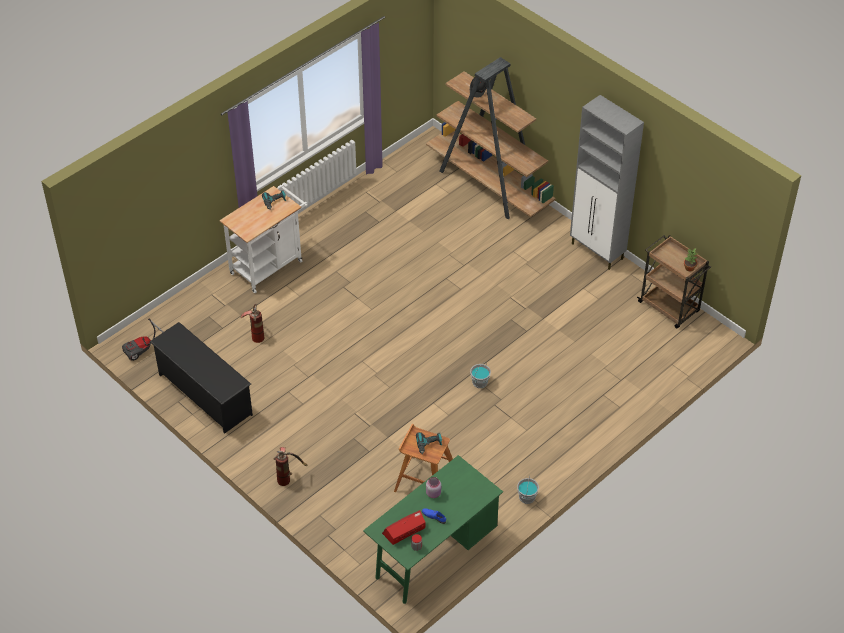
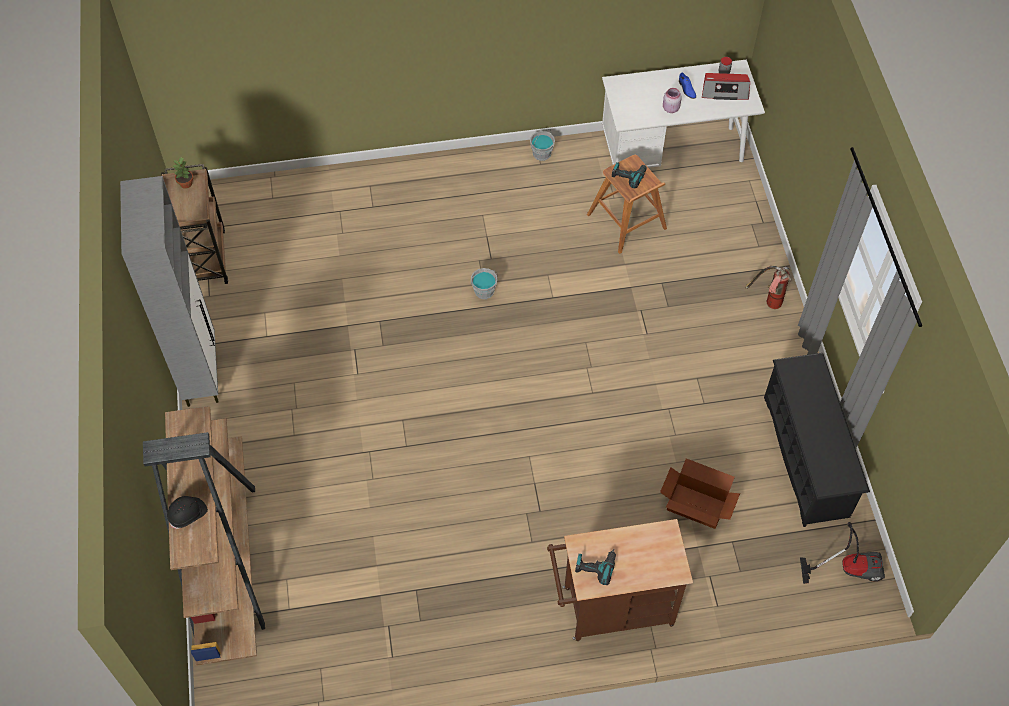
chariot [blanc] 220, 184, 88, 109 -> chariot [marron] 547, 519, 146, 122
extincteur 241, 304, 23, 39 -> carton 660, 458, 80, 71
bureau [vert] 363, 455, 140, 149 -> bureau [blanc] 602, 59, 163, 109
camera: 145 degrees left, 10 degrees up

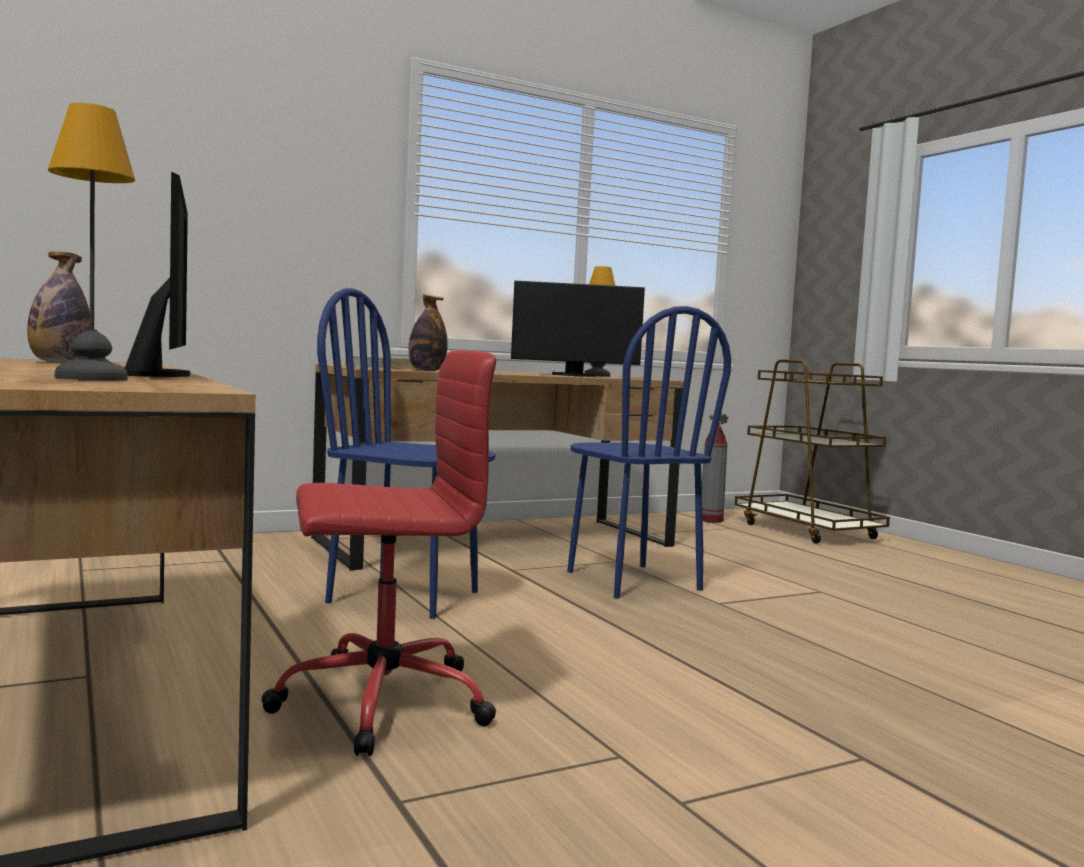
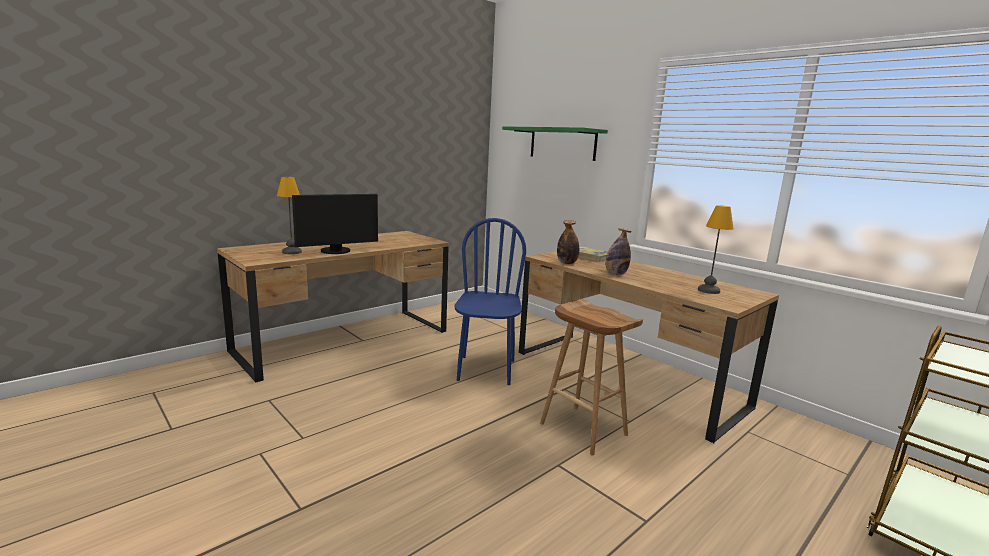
bouteille 27, 252, 63, 111 -> bouteille 606, 228, 25, 47, shifted
écran d'ordinateur 511, 280, 134, 97 -> none
chaise [bleu] 567, 306, 164, 292 -> tabouret [marron] 540, 299, 103, 156
chaise de bureau [rouge] 262, 350, 234, 406 -> none
extincteur 701, 412, 27, 111 -> none
none -> étagère [vert] 502, 126, 106, 35
camera: 75 degrees right, 10 degrees up

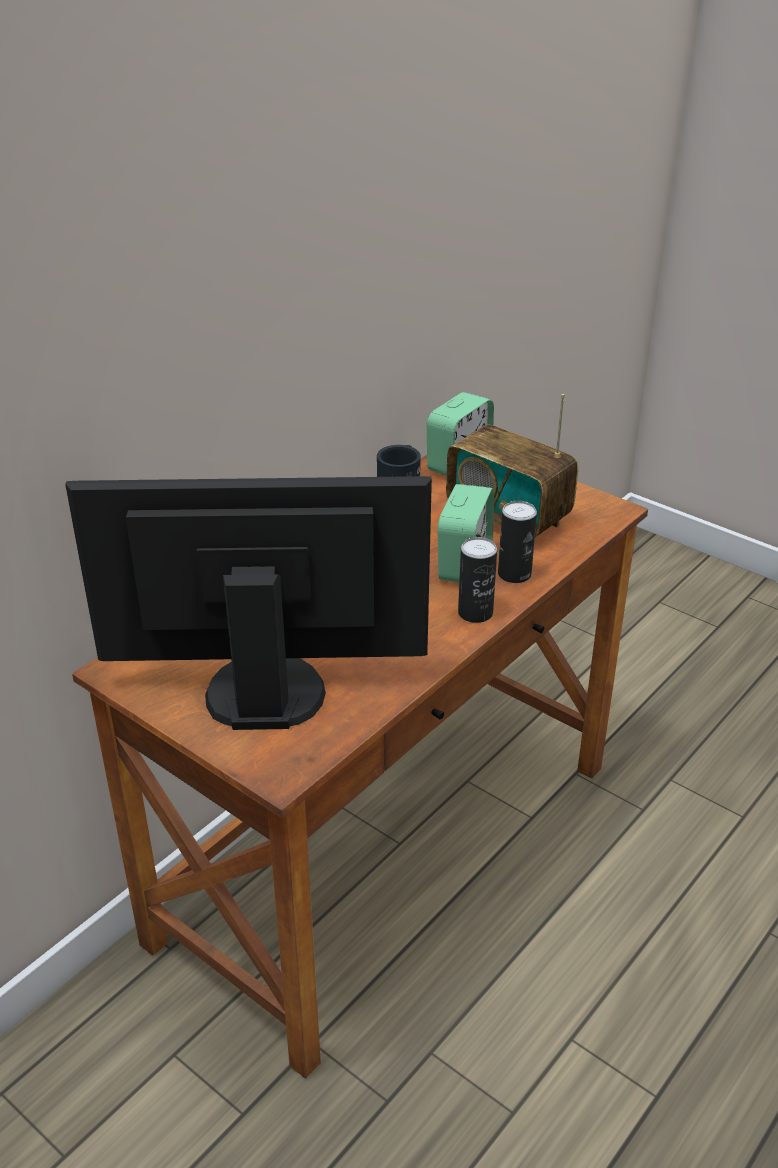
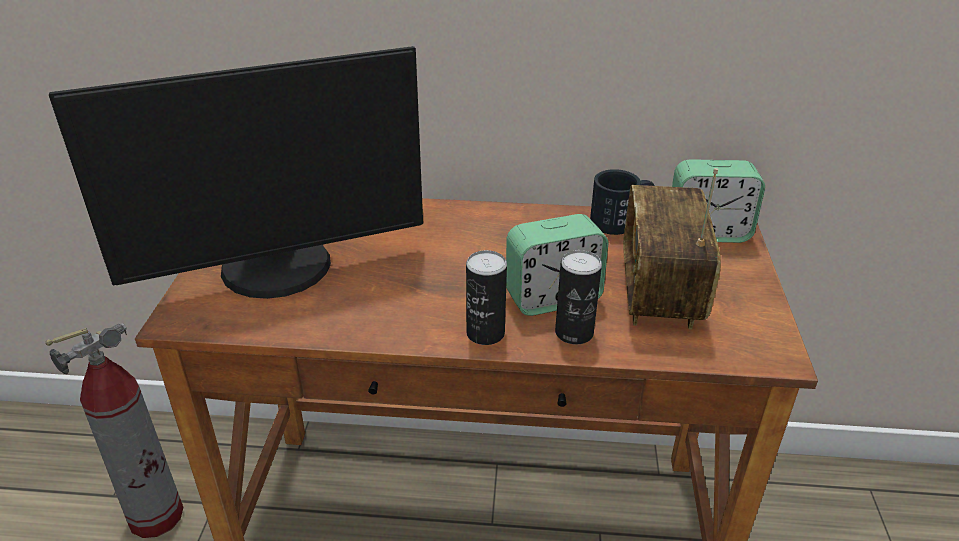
écran d'ordinateur 65, 476, 367, 254 -> écran d'ordinateur 49, 46, 374, 253, 105 degrees clockwise
none -> extincteur 45, 323, 138, 215
camera: 55 degrees right, 0 degrees up

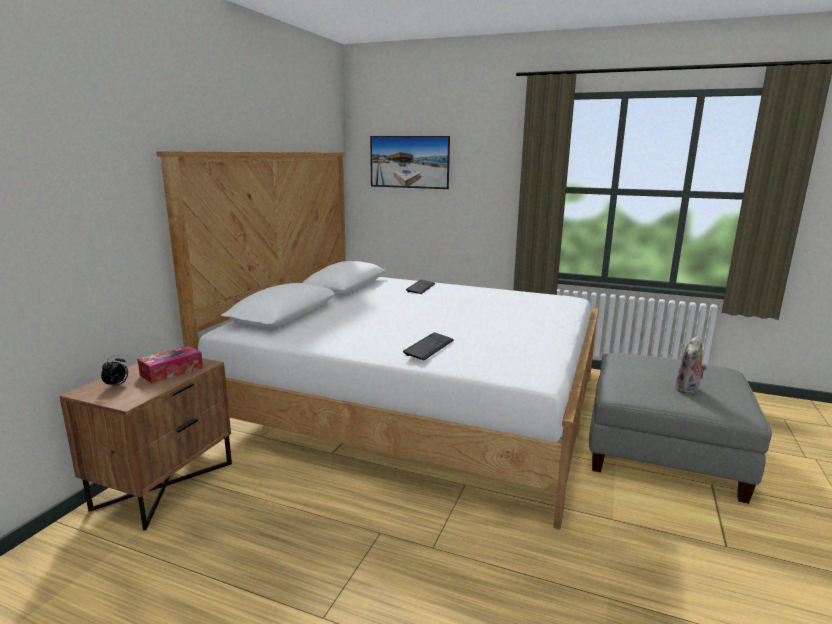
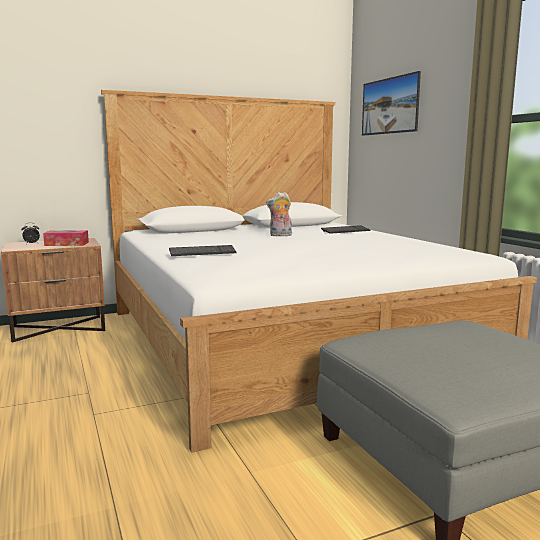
peluche 675, 336, 32, 58 -> peluche 266, 192, 26, 44, shifted
camera: 45 degrees right, 5 degrees down

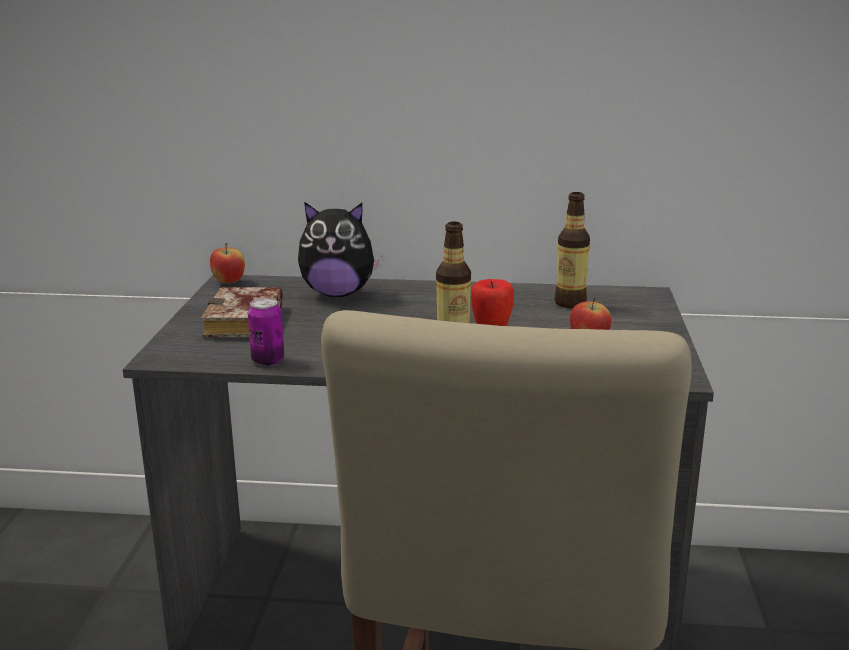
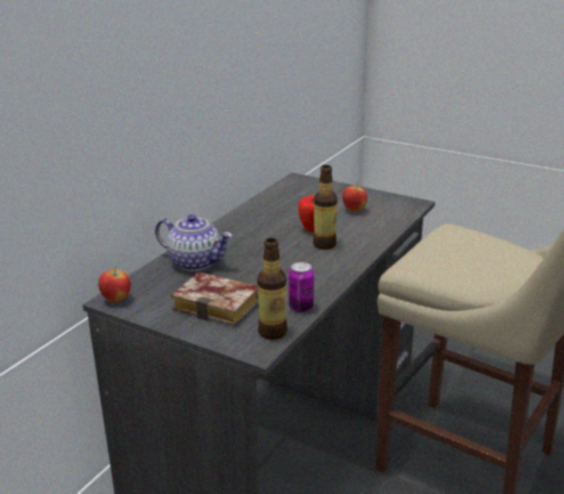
bouteille 555, 192, 35, 116 -> bouteille 257, 238, 30, 102, shifted
peluche 298, 202, 85, 95 -> théière 155, 215, 78, 56
camera: 65 degrees left, 5 degrees up

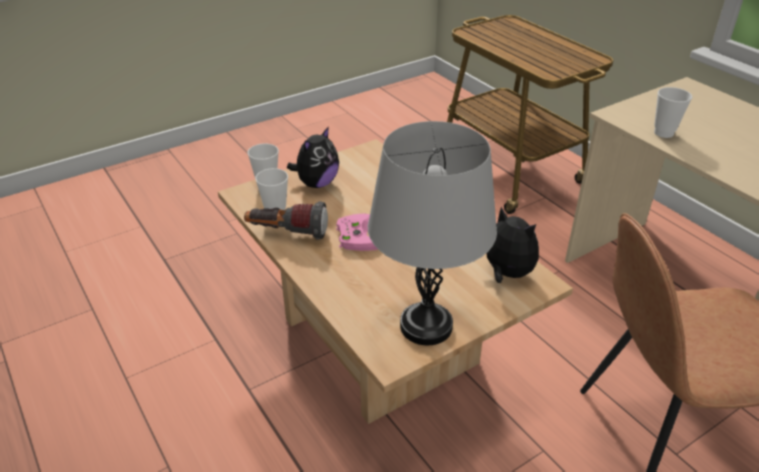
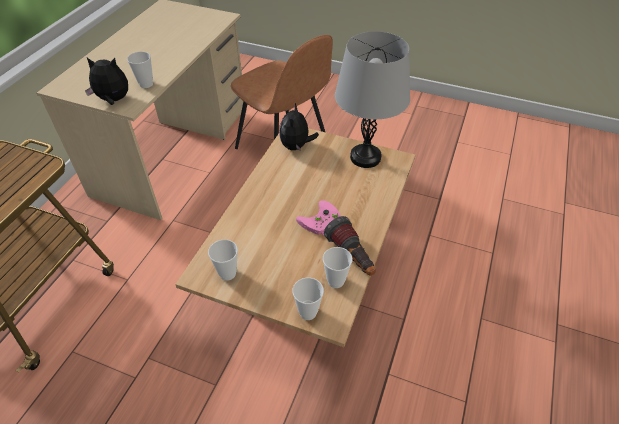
peluche 287, 126, 52, 62 -> peluche 85, 58, 43, 47, shifted
none -> tasse 208, 239, 30, 42
camera: 125 degrees left, 10 degrees up

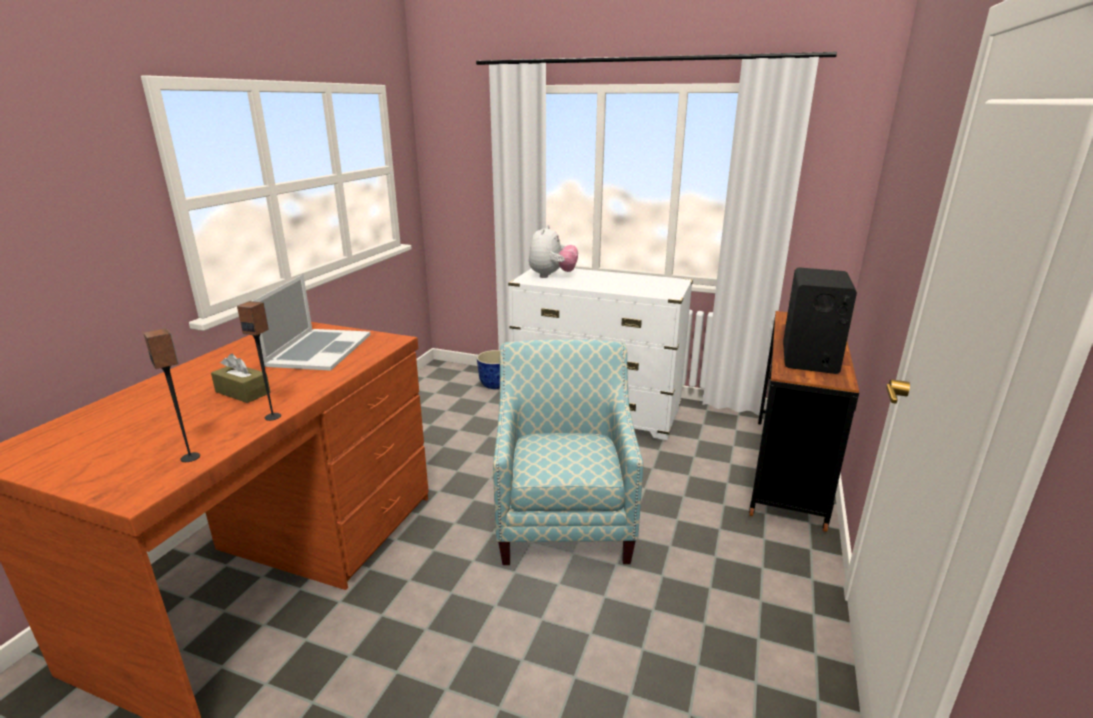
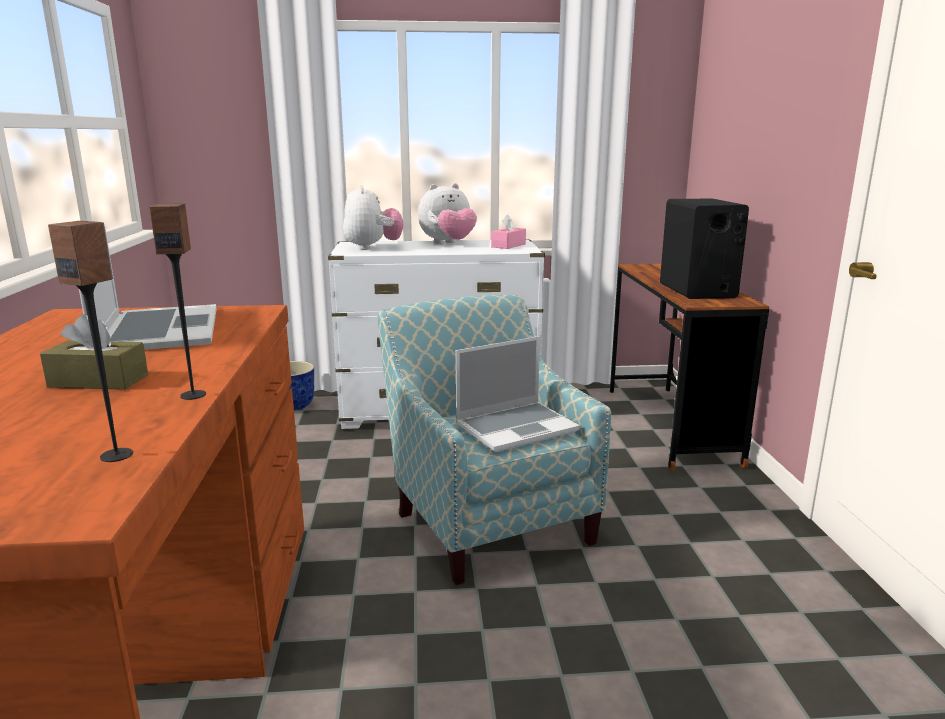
none -> peluche 418, 183, 59, 61
none -> boîte à mouchoirs [rose] 491, 214, 35, 35
none -> ordinateur portable 456, 336, 124, 116
camera: 25 degrees left, 5 degrees down

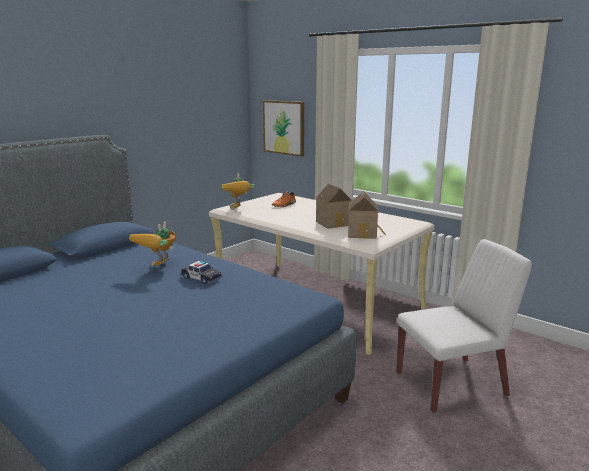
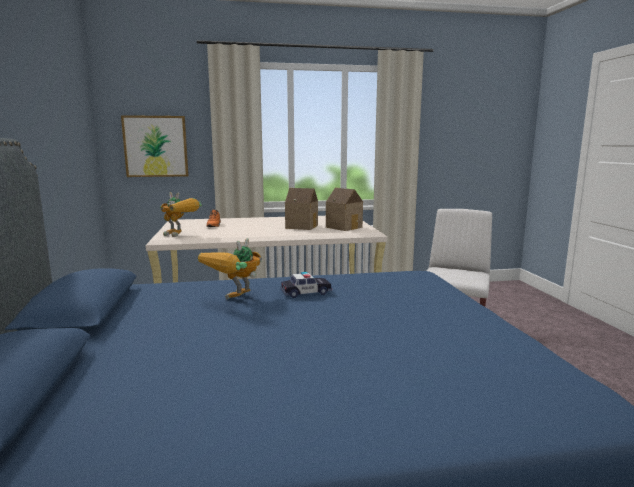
robot jouet 129, 221, 47, 46 -> robot jouet 198, 238, 64, 61, 60 degrees clockwise
camera: 50 degrees left, 5 degrees down

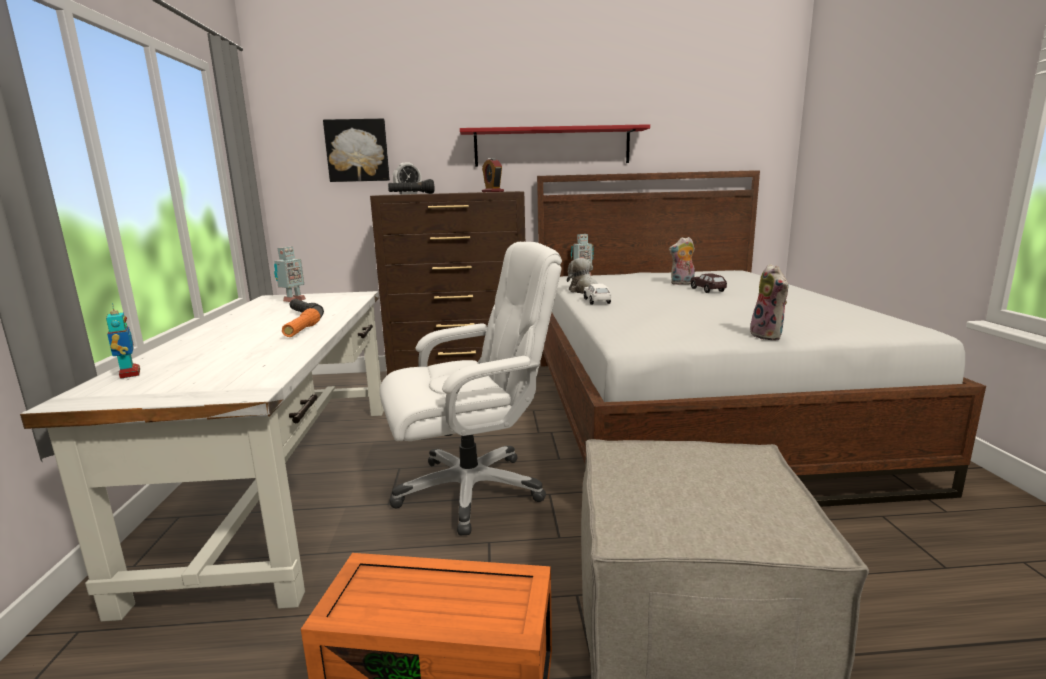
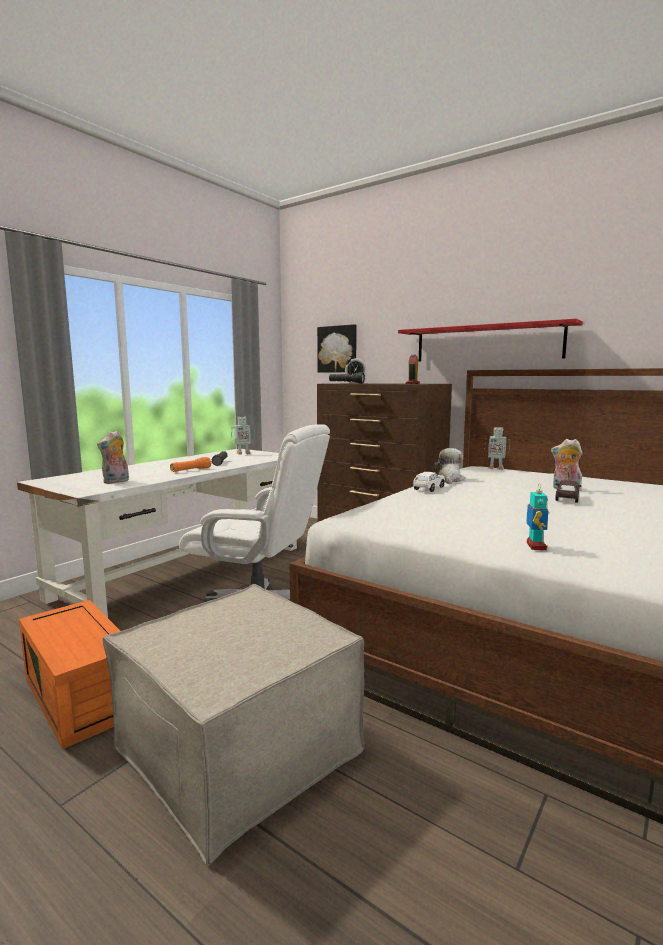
peluche 750, 264, 38, 76 -> peluche 97, 430, 32, 54, shifted
robot jouet 106, 303, 34, 76 -> robot jouet 526, 483, 22, 67, shifted
camera: 40 degrees right, 5 degrees down

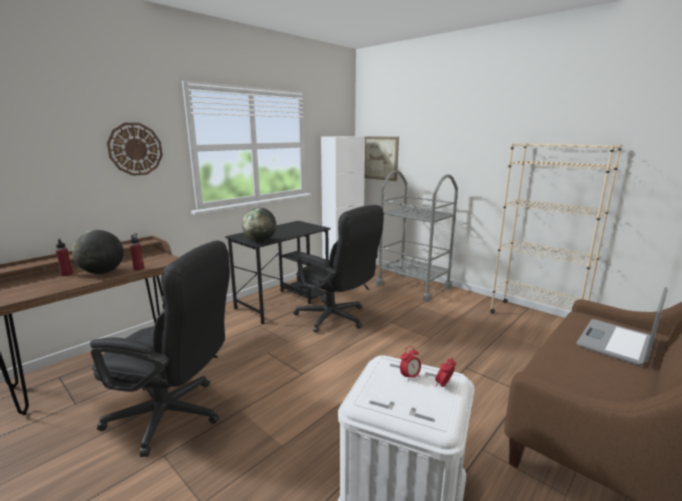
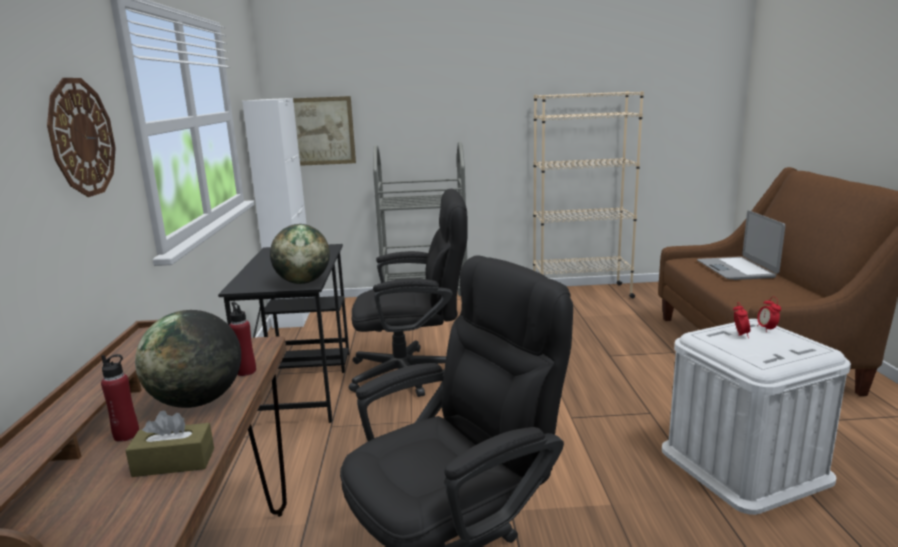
none -> boîte à mouchoirs [marron] 125, 411, 89, 66
camera: 45 degrees left, 0 degrees up

